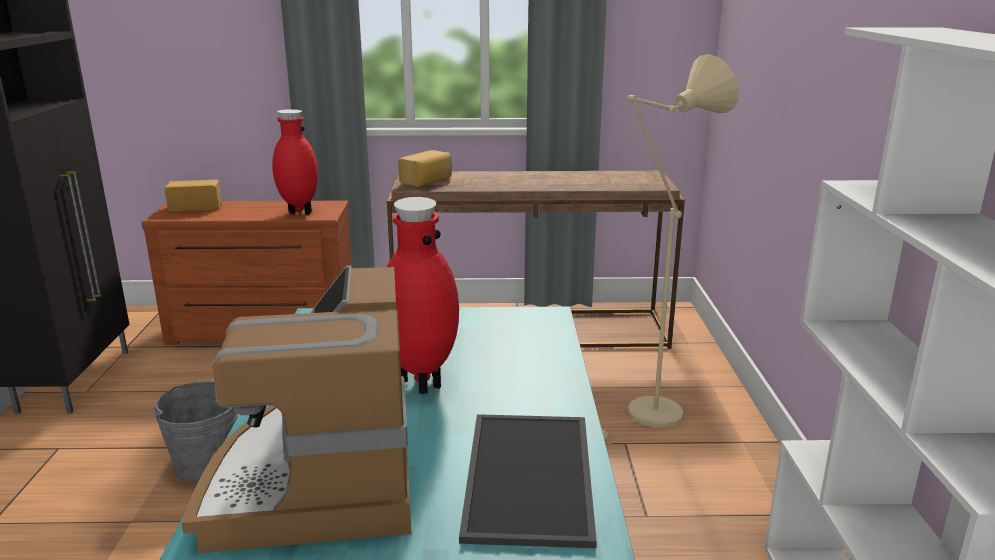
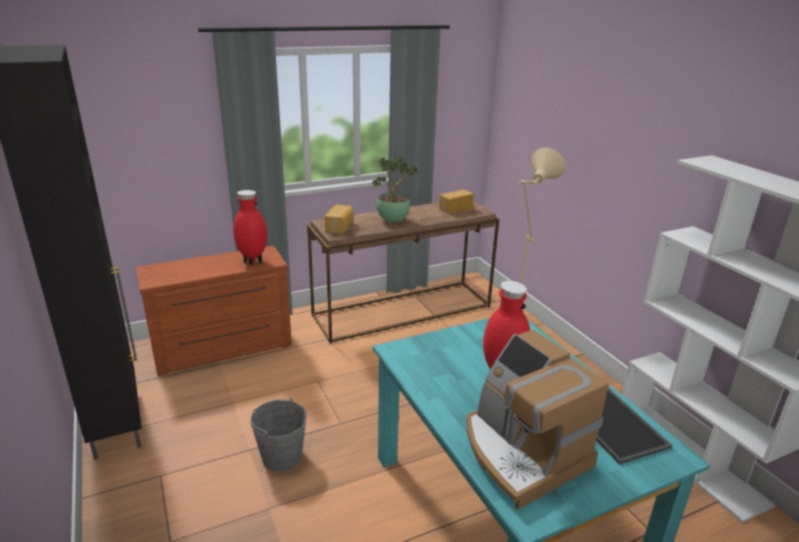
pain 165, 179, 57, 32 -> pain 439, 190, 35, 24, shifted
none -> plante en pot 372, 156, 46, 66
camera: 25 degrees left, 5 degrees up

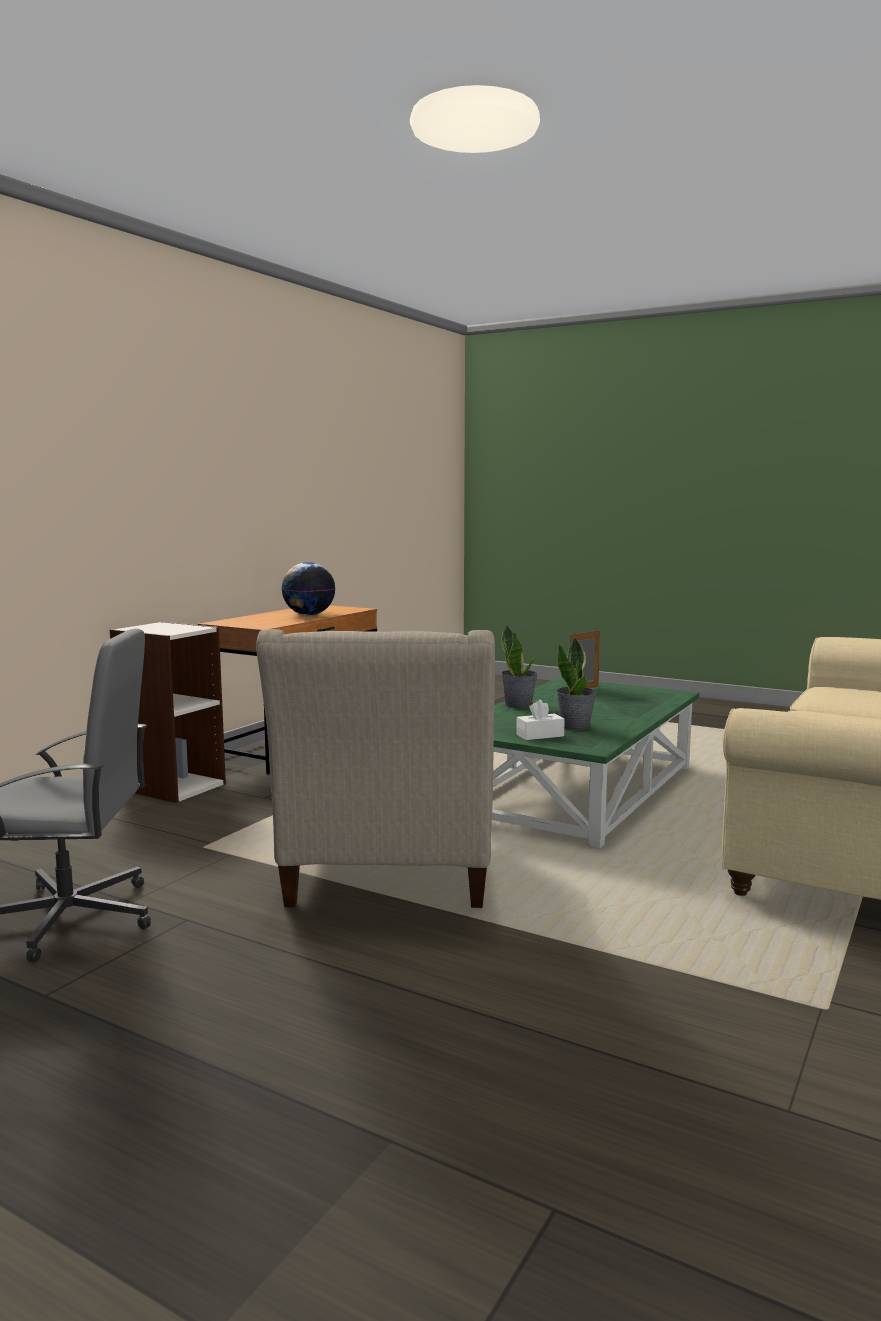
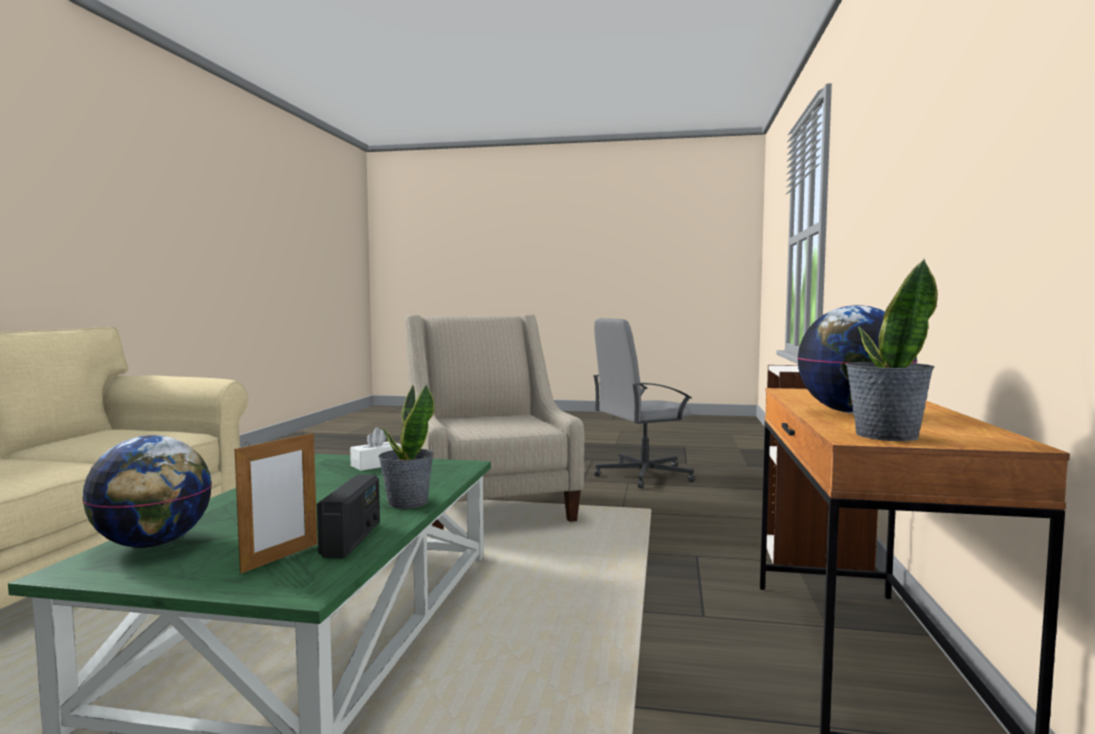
plante en pot 556, 637, 41, 93 -> plante en pot 845, 259, 93, 182, shifted
none -> globe 82, 435, 130, 113
none -> radio 317, 475, 63, 83
camera: 160 degrees right, 5 degrees down

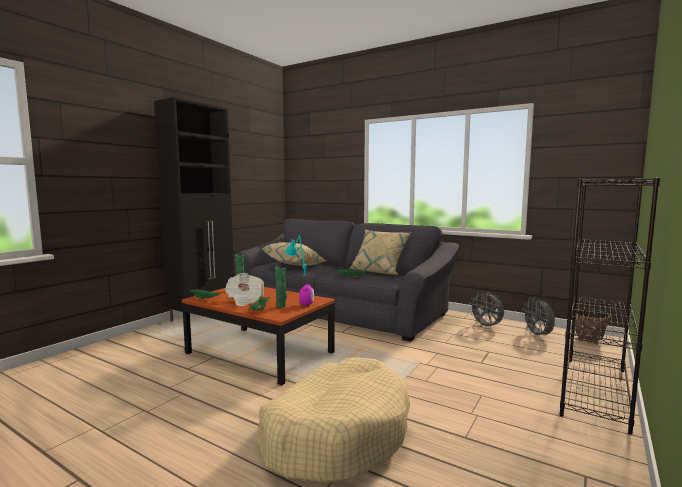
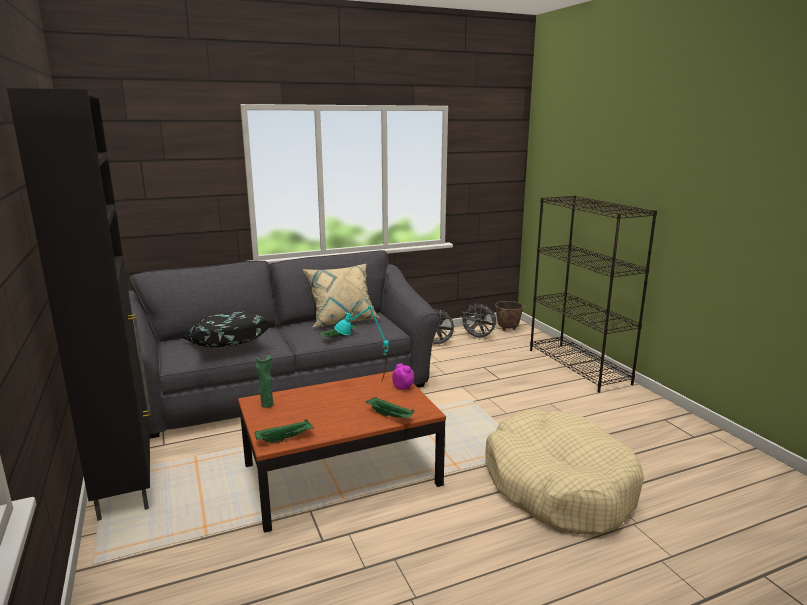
coussin [beige] 262, 242, 64, 24 -> coussin [noir] 181, 311, 93, 37
vase [vert] 275, 266, 12, 42 -> none
journal 224, 273, 40, 33 -> none
camera: 55 degrees left, 10 degrees up

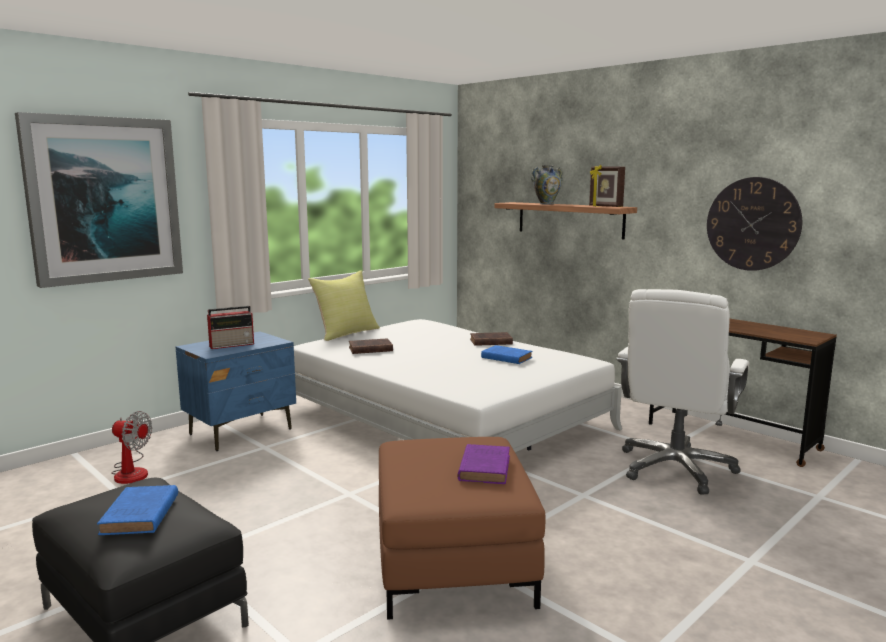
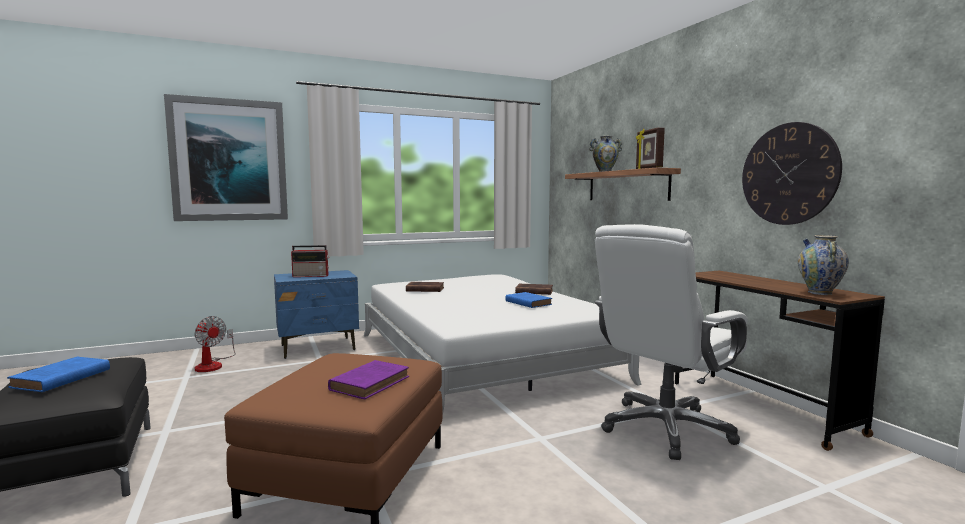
coussin [jaune] 308, 270, 72, 71 -> none
none -> vase 798, 235, 51, 60
camera: 20 degrees right, 5 degrees down

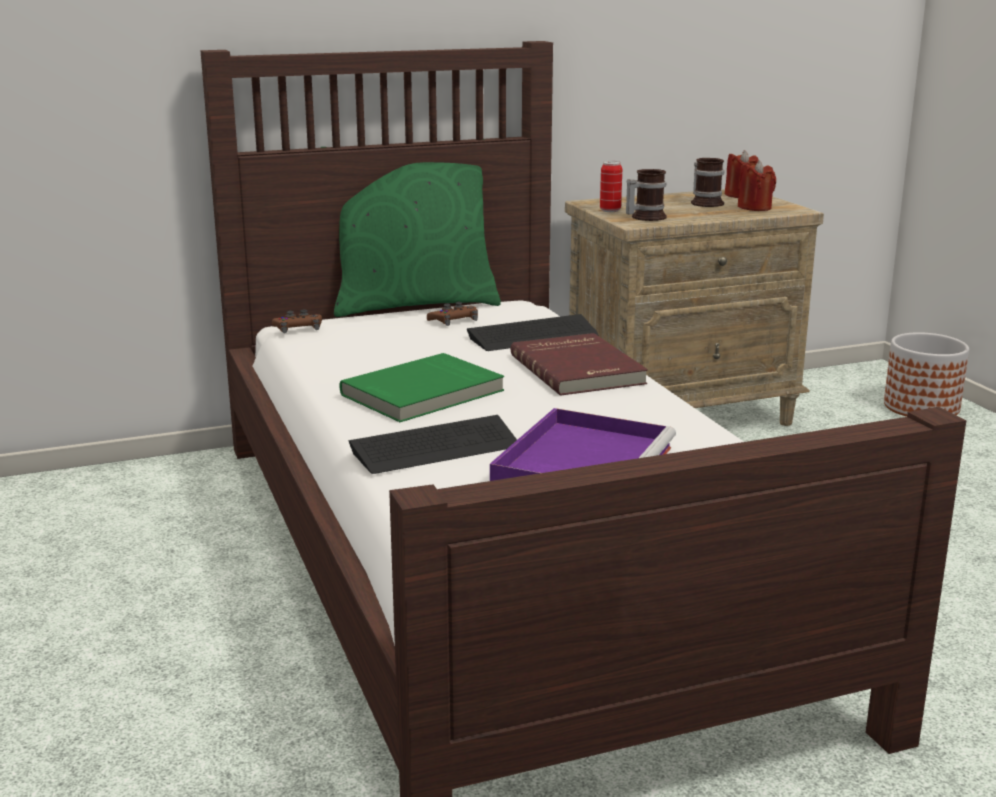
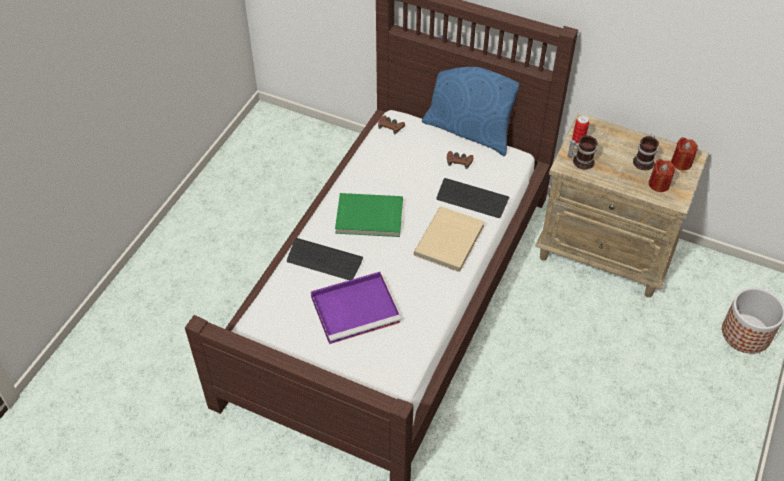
coussin [vert] 321, 147, 180, 170 -> coussin [bleu] 422, 35, 107, 121
livre [rouge] 511, 333, 137, 63 -> livre [beige] 413, 206, 72, 67
camera: 45 degrees right, 30 degrees up

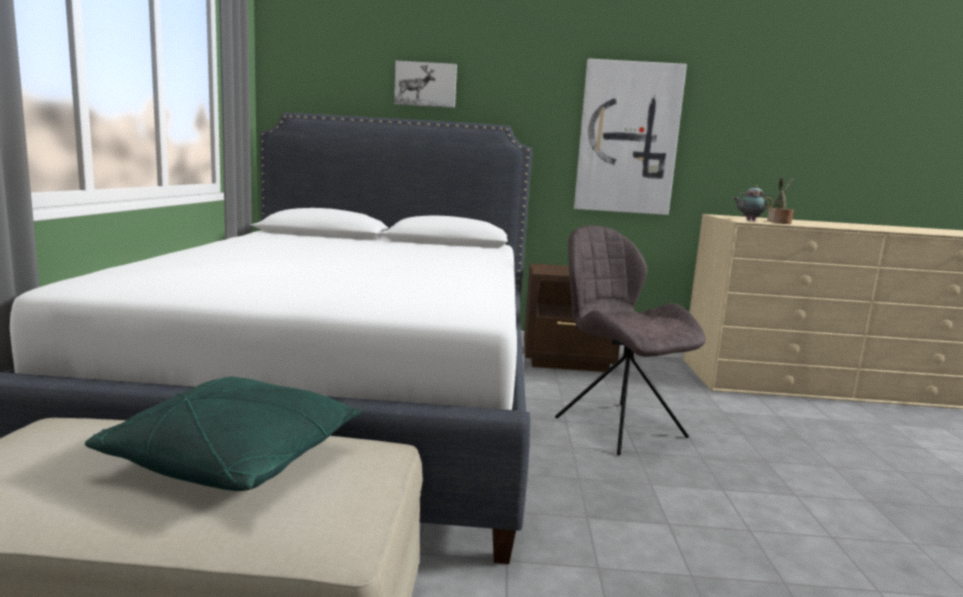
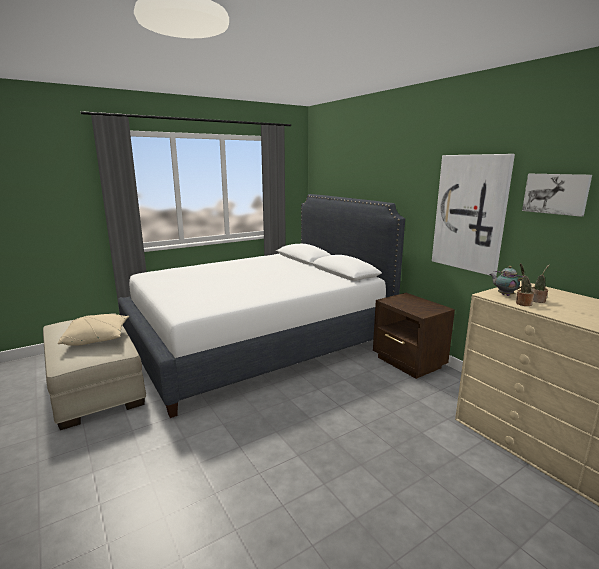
tableau 394, 61, 63, 47 -> tableau 522, 174, 70, 43, shifted
chaise [gris] 555, 225, 151, 230 -> none
coussin [vert] 85, 377, 278, 114 -> coussin [beige] 58, 314, 71, 32
camera: 55 degrees right, 5 degrees up

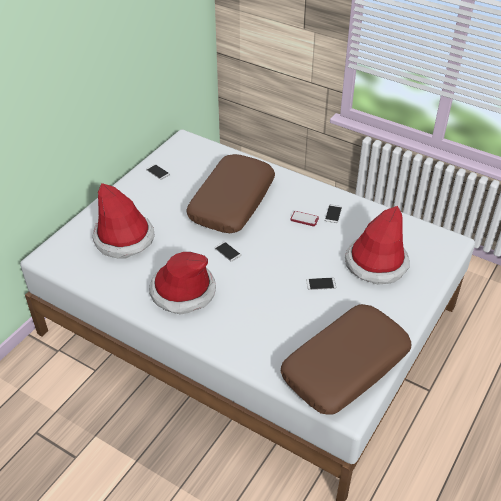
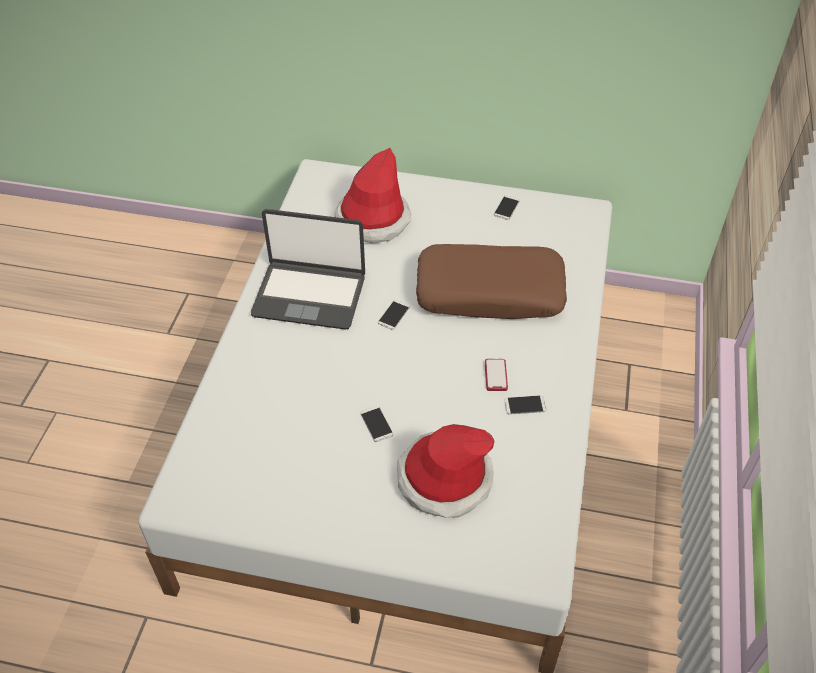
chapeau 149, 252, 67, 63 -> ordinateur portable 251, 209, 114, 121
coussin [marron] 281, 304, 130, 111 -> none
camera: 70 degrees right, 5 degrees up

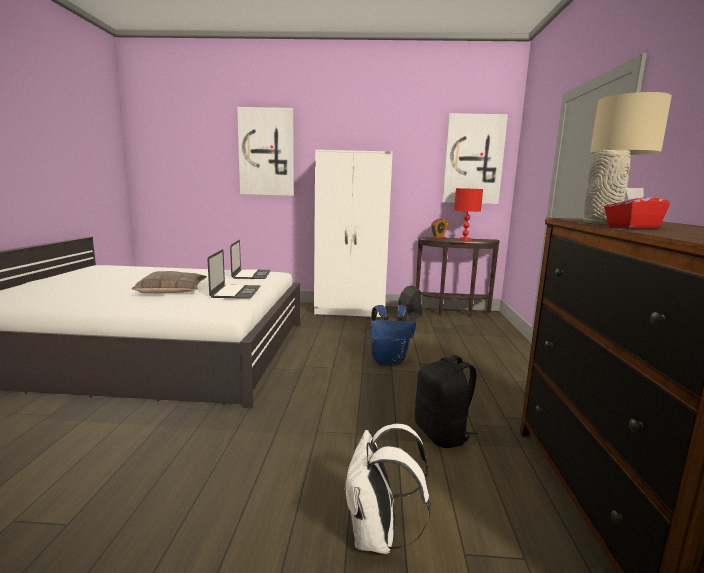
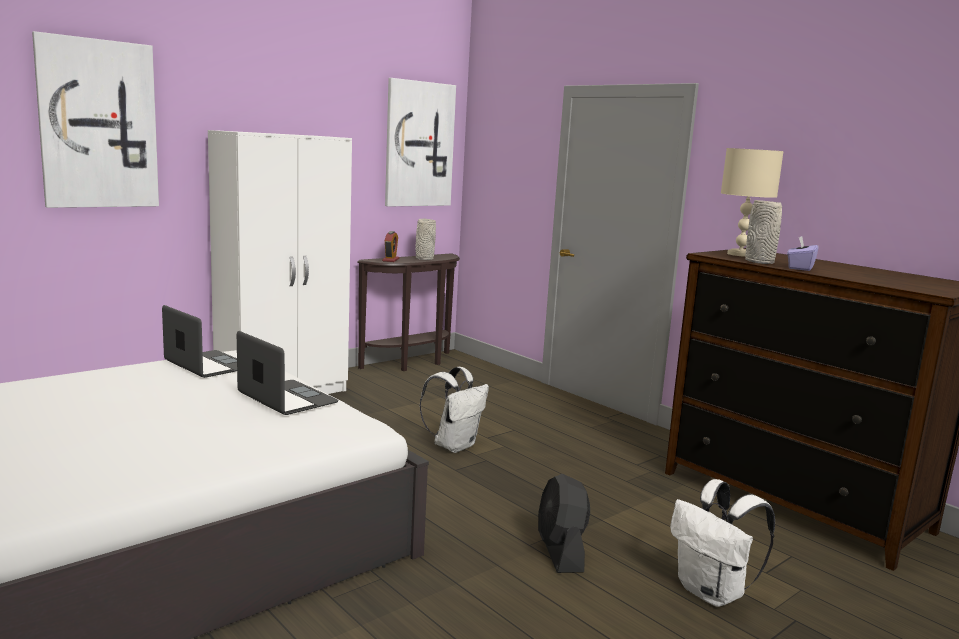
boîte à mouchoirs [rouge] 604, 187, 66, 42 -> boîte à mouchoirs [violet] 787, 236, 31, 35
lampe de table [rouge] 454, 188, 29, 53 -> vase [gris] 416, 219, 20, 41
coussin 132, 271, 75, 22 -> none
ventilateur [noir] 398, 285, 24, 36 -> ventilateur [noir] 538, 473, 52, 100, shifted
sac à dos [bleu] 371, 305, 45, 60 -> sac à dos [blanc] 419, 367, 70, 86
sac à dos [noir] 415, 355, 62, 93 -> none
camera: 45 degrees left, 0 degrees up

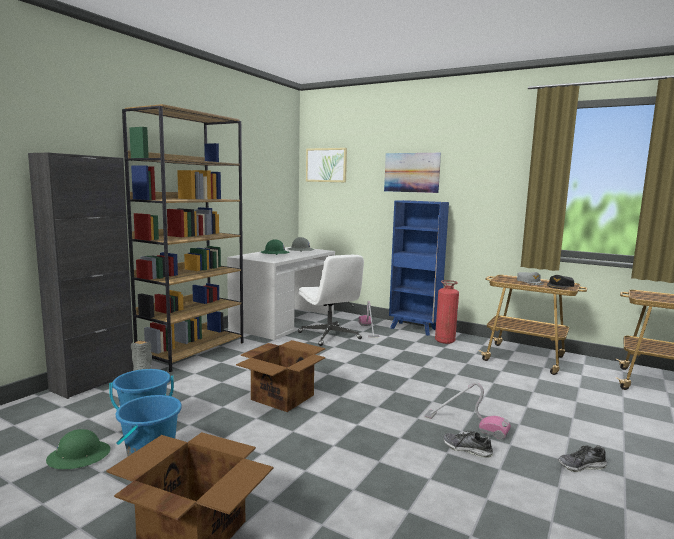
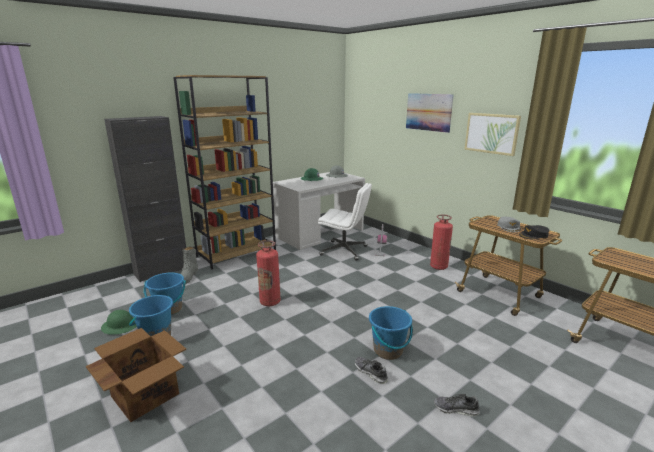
tableau 306, 148, 41, 34 -> tableau 464, 113, 57, 43, shifted
bibliothèque [bleu] 389, 200, 60, 136 -> none
chaise de bureau [blanc] 298, 255, 66, 91 -> chaise de bureau [blanc] 318, 183, 54, 78, 60 degrees counterclockwise
carton 236, 340, 90, 72 -> extincteur 256, 240, 25, 66
aspirateur 424, 382, 87, 57 -> seau [bleu] 369, 306, 44, 54
camera: 20 degrees right, 10 degrees up

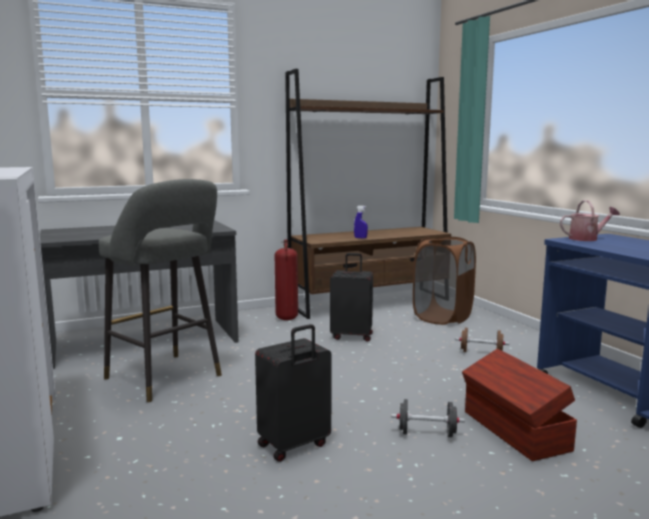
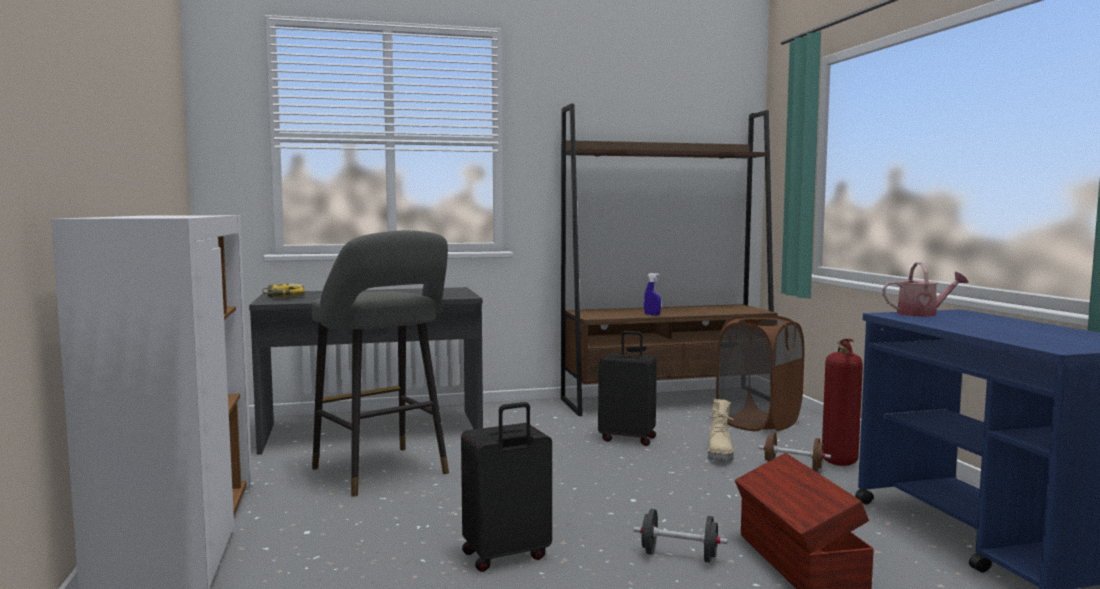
extincteur 275, 240, 23, 80 -> extincteur 822, 339, 41, 127, shifted
none -> perceuse 262, 283, 43, 14
none -> botte [beige] 708, 399, 26, 62
camera: 10 degrees right, 5 degrees down

